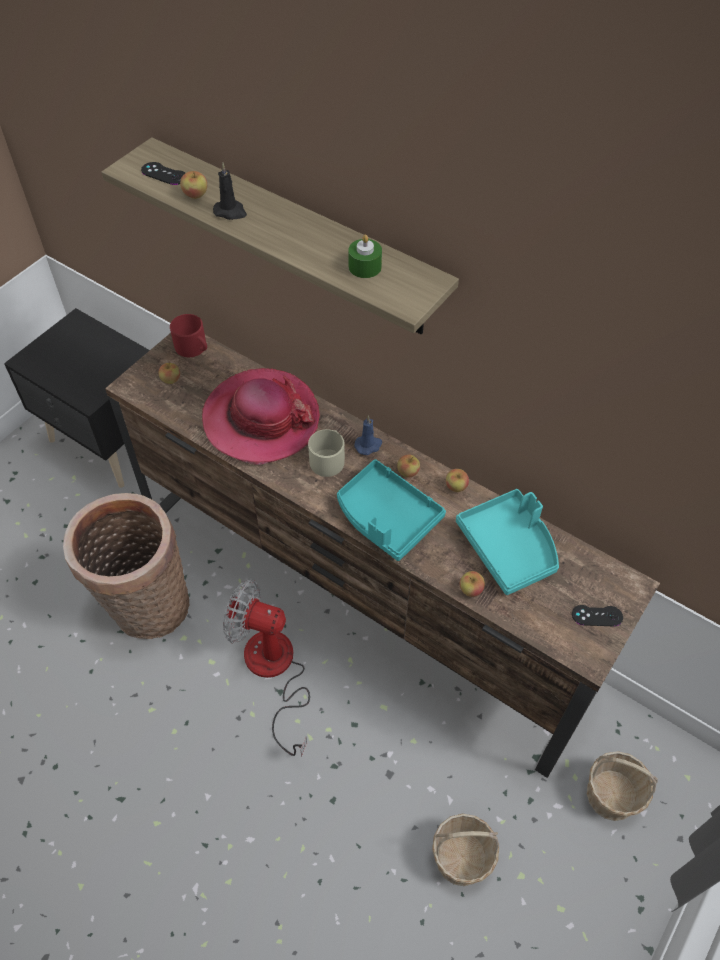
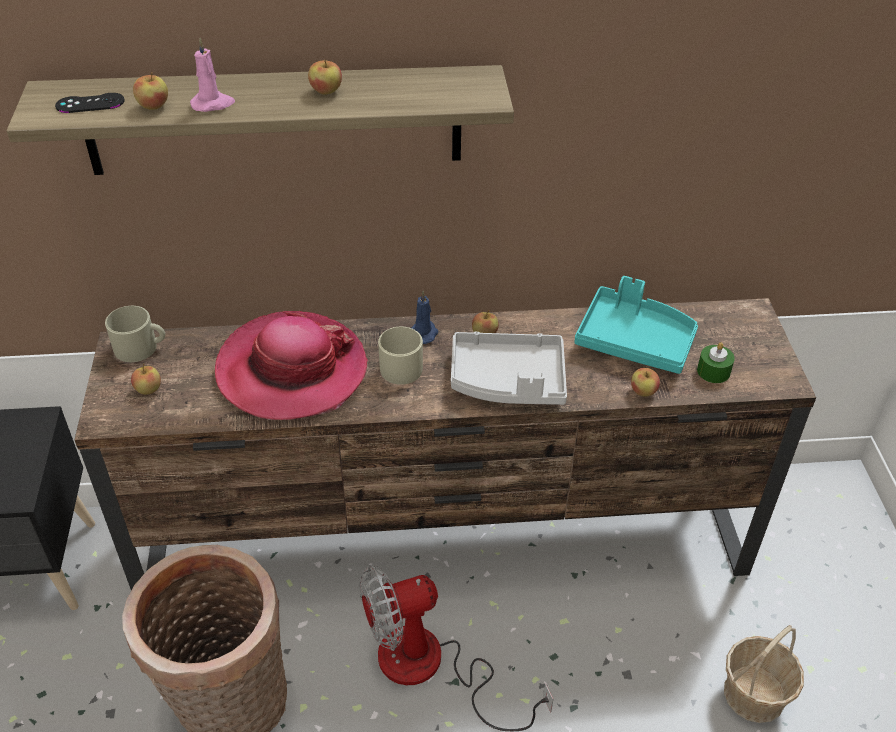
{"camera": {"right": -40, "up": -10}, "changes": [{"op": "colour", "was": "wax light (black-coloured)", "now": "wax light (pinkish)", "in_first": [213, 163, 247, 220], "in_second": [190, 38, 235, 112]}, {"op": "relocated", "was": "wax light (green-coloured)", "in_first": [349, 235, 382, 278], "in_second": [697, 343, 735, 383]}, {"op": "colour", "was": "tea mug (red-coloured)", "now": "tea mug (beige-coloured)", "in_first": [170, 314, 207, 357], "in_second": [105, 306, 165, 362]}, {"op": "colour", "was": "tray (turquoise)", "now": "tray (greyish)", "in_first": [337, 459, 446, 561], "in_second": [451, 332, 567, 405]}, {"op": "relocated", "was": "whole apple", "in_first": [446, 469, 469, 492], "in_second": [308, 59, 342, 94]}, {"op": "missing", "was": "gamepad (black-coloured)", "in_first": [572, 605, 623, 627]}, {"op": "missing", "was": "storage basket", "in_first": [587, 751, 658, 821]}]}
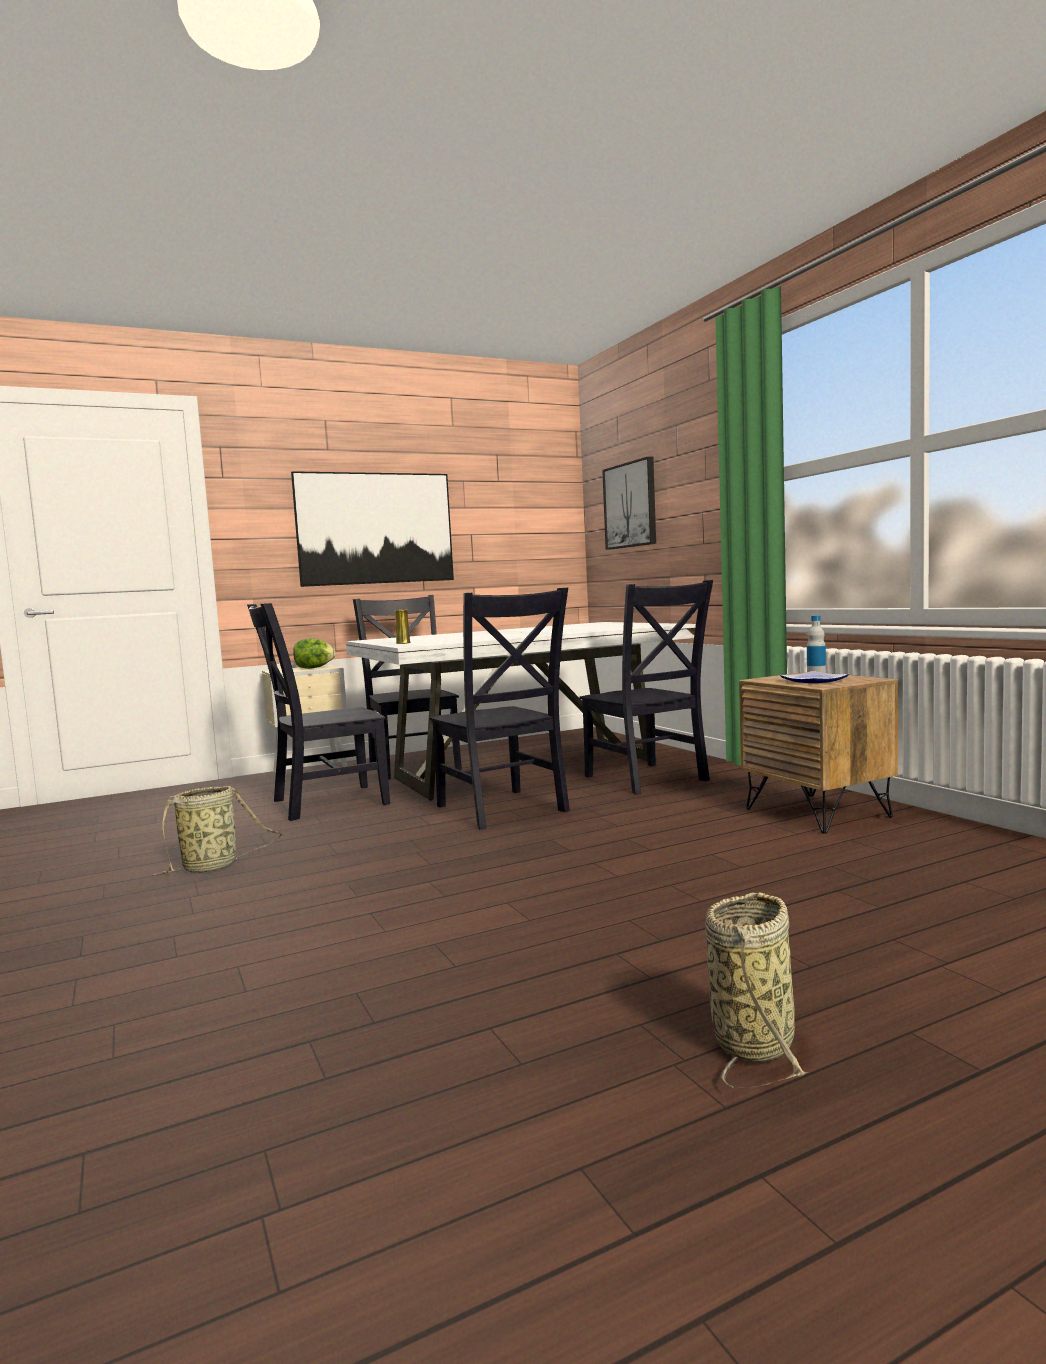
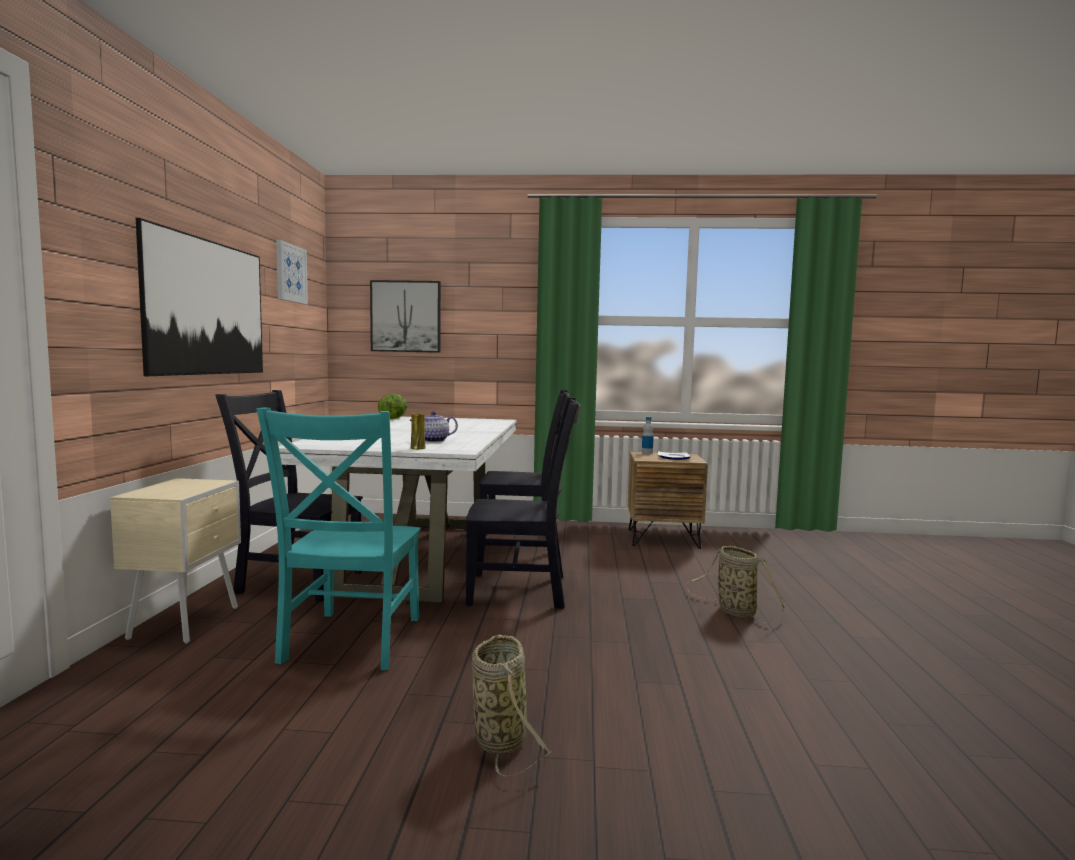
{"camera": {"right": -60, "up": 0}, "changes": [{"op": "colour", "was": "plain chair (black-coloured)", "now": "plain chair (turquoise)", "in_first": [247, 603, 390, 821], "in_second": [256, 408, 421, 670]}, {"op": "relocated", "was": "lettuce", "in_first": [293, 638, 336, 669], "in_second": [378, 394, 407, 419]}, {"op": "relocated", "was": "storage basket", "in_first": [705, 892, 809, 1088], "in_second": [687, 546, 785, 623]}, {"op": "appeared", "now": "wall art", "in_second": [276, 240, 308, 304]}, {"op": "appeared", "now": "tea pot", "in_second": [410, 411, 458, 442]}]}
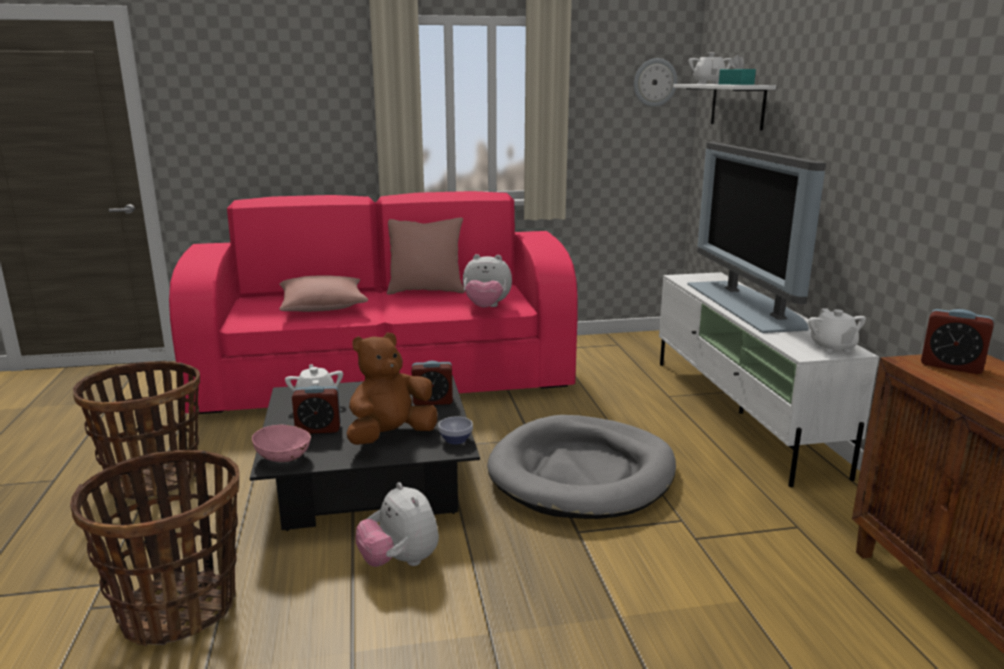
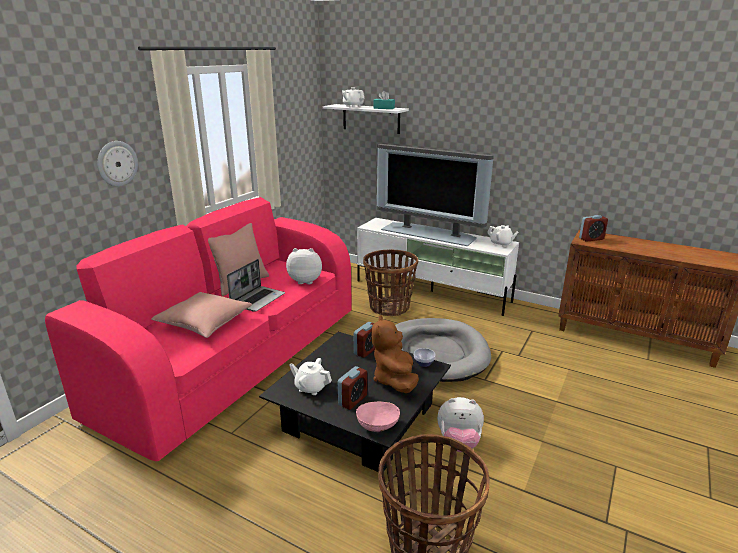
{"camera": {"right": -50, "up": 5}, "changes": [{"op": "relocated", "was": "clock on the wall", "in_first": [634, 58, 677, 107], "in_second": [97, 141, 138, 187]}, {"op": "spun", "was": "plush toy", "in_first": [463, 254, 512, 308], "in_second": [286, 248, 322, 284], "clockwise": -135}, {"op": "relocated", "was": "storage basket", "in_first": [73, 361, 200, 500], "in_second": [363, 249, 418, 316]}, {"op": "appeared", "now": "laptop", "in_second": [227, 259, 285, 311]}]}
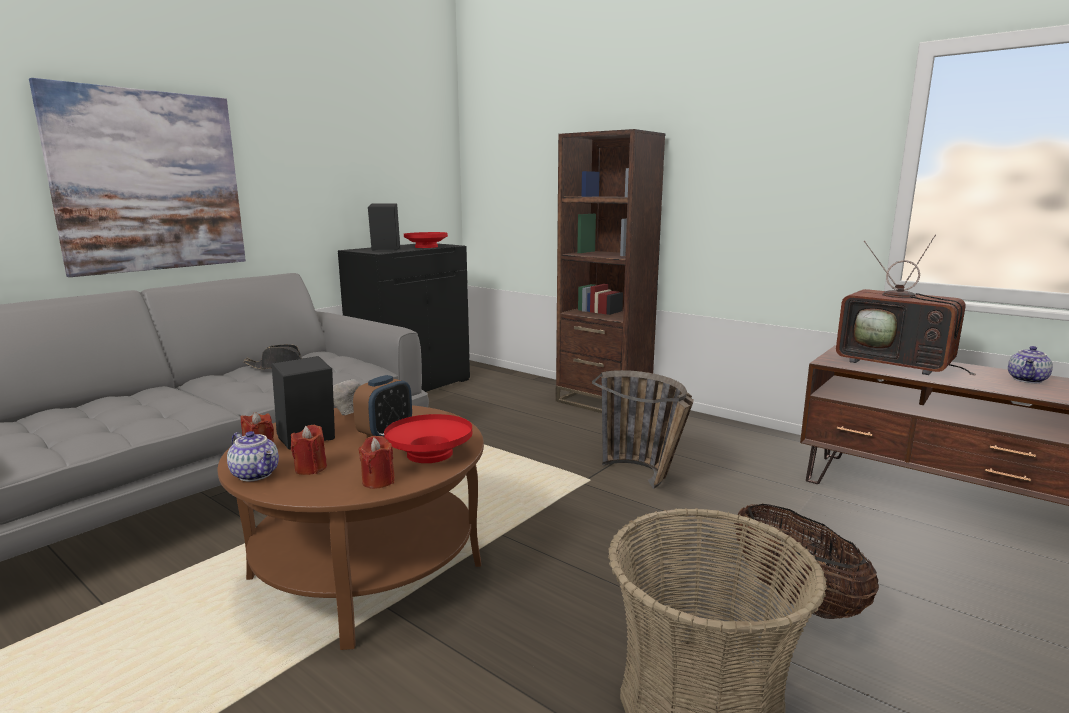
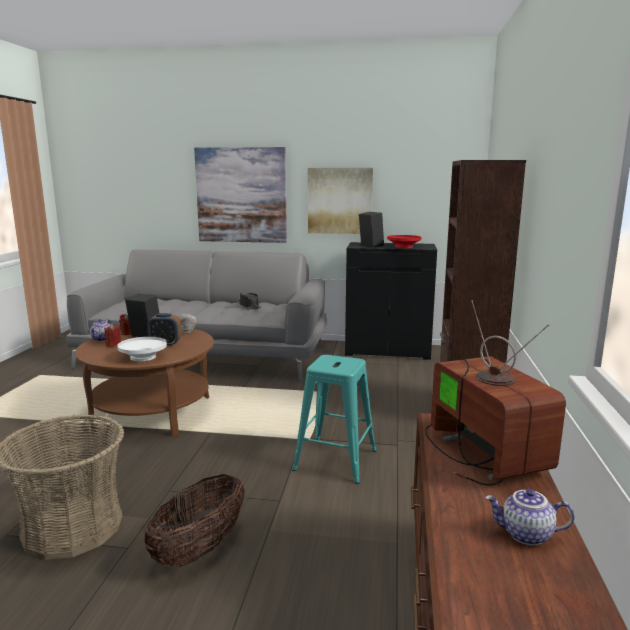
{"camera": {"right": 60, "up": 0}, "changes": [{"op": "spun", "was": "TV set", "in_first": [836, 234, 976, 375], "in_second": [425, 300, 566, 485], "clockwise": 150}, {"op": "exchanged", "was": "storage basket", "now": "stool (turquoise)", "in_first": [592, 370, 694, 489], "in_second": [292, 355, 377, 484]}, {"op": "colour", "was": "deep dish (red-coloured)", "now": "deep dish (white-coloured)", "in_first": [384, 414, 472, 463], "in_second": [117, 337, 167, 361]}, {"op": "missing", "was": "wax light (red-coloured)", "in_first": [358, 436, 395, 489]}, {"op": "appeared", "now": "wall art", "in_second": [308, 168, 373, 234]}]}
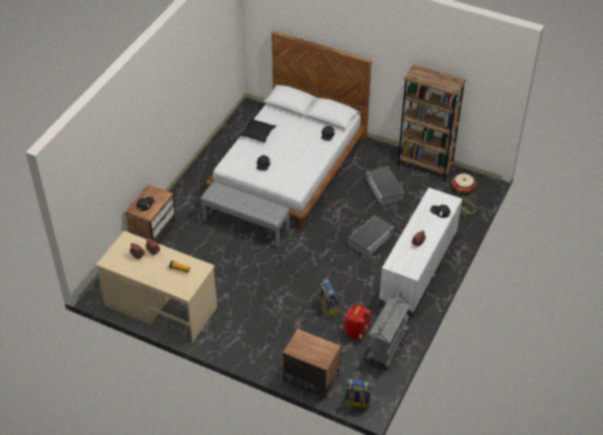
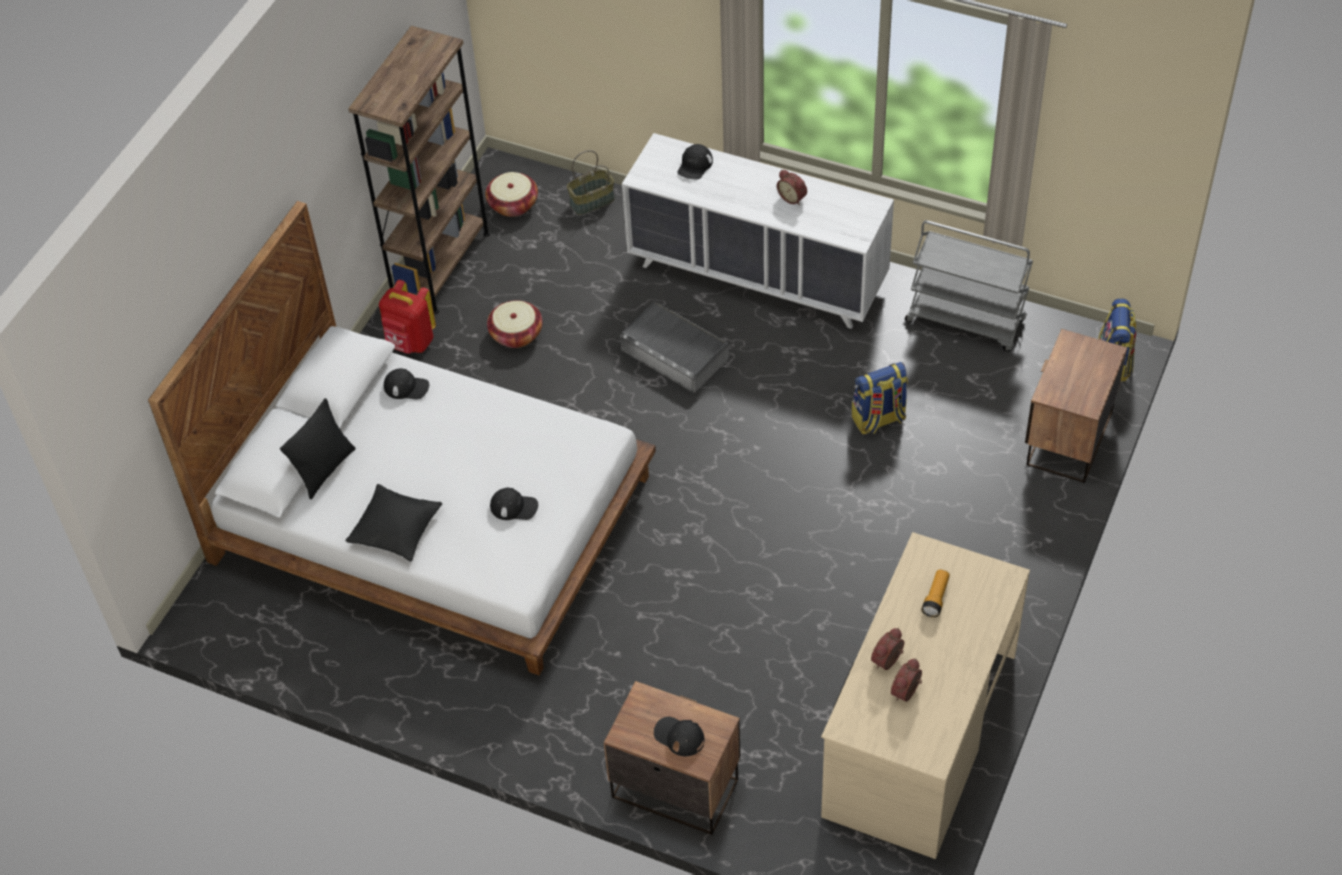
{"camera": {"right": -90, "up": 5}, "changes": [{"op": "exchanged", "was": "storage bin (greyish)", "now": "storage basket", "in_first": [366, 166, 404, 205], "in_second": [487, 300, 543, 348]}, {"op": "missing", "was": "bench (greyish)", "in_first": [200, 182, 290, 247]}, {"op": "relocated", "was": "backpack (red-coloured)", "in_first": [344, 305, 371, 339], "in_second": [379, 280, 436, 354]}, {"op": "appeared", "now": "throw pillow (black-coloured)", "in_second": [280, 398, 356, 499]}]}
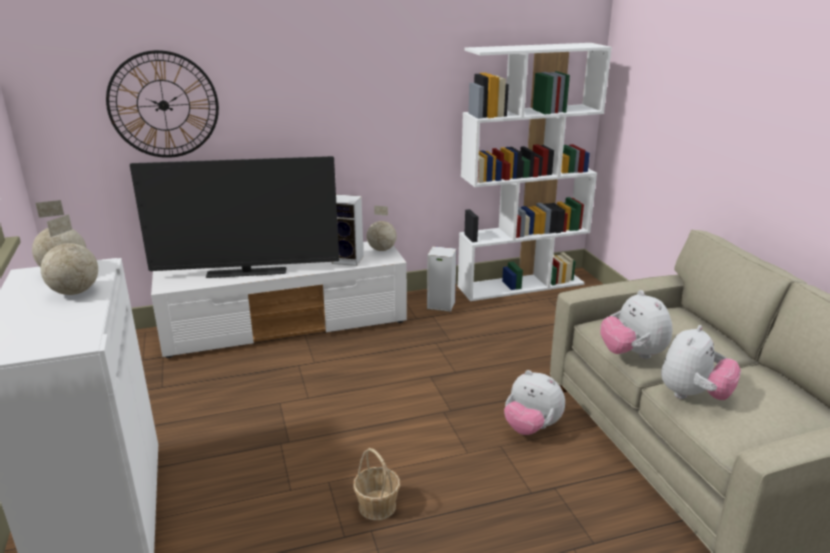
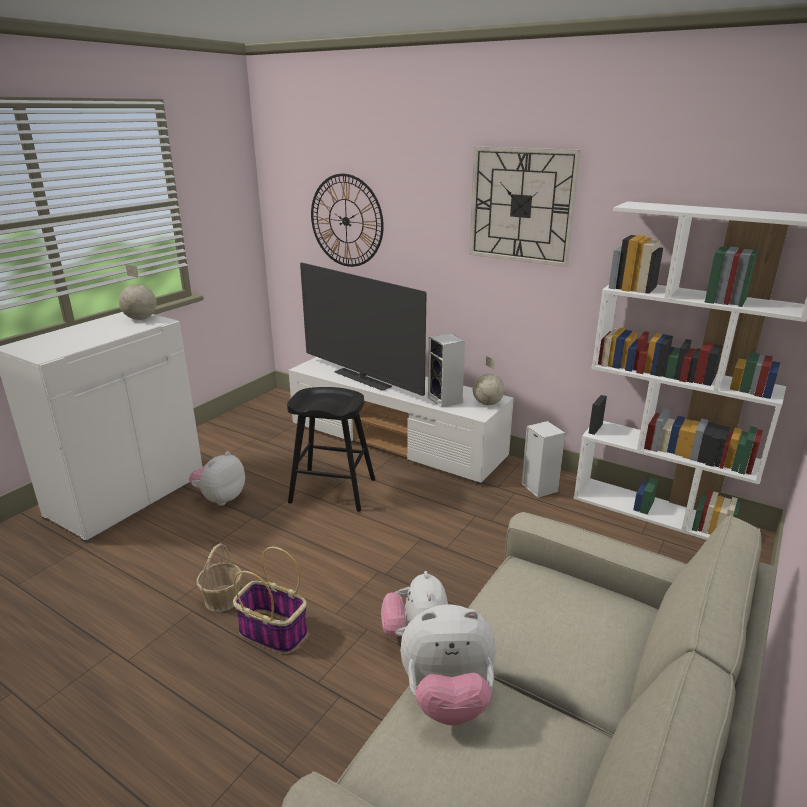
{"camera": {"right": 50, "up": 0}, "changes": [{"op": "missing", "was": "globe", "in_first": [41, 214, 98, 295]}, {"op": "relocated", "was": "plush toy", "in_first": [600, 290, 672, 359], "in_second": [189, 451, 245, 506]}, {"op": "appeared", "now": "clock on the wall", "in_second": [469, 146, 581, 267]}, {"op": "appeared", "now": "stool (black-coloured)", "in_second": [287, 387, 375, 512]}, {"op": "appeared", "now": "storage basket", "in_second": [233, 547, 307, 654]}]}
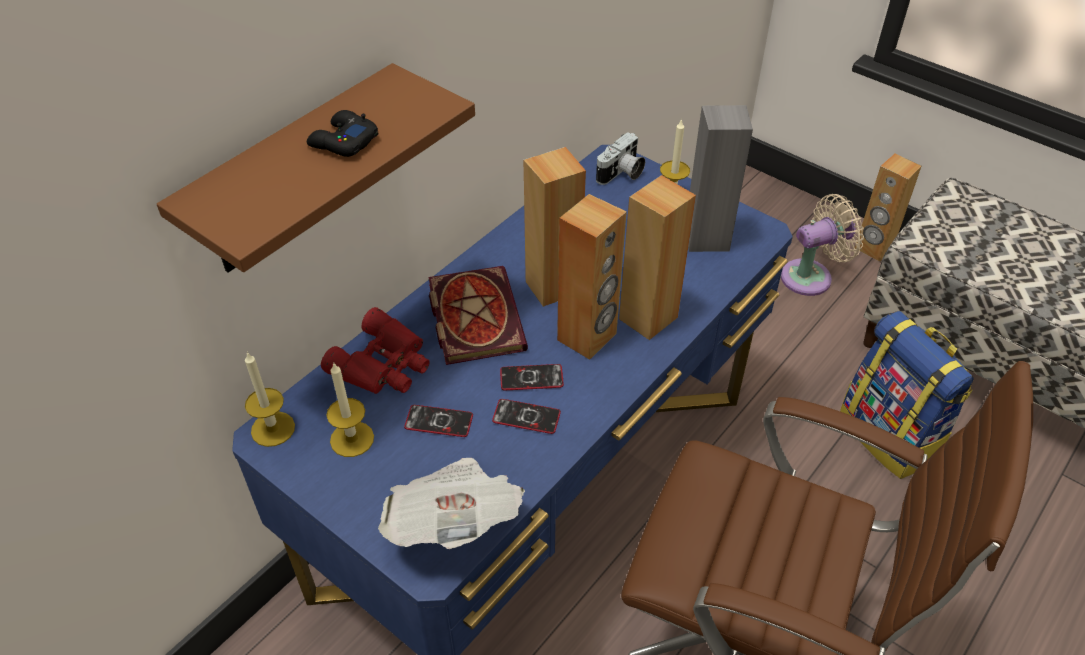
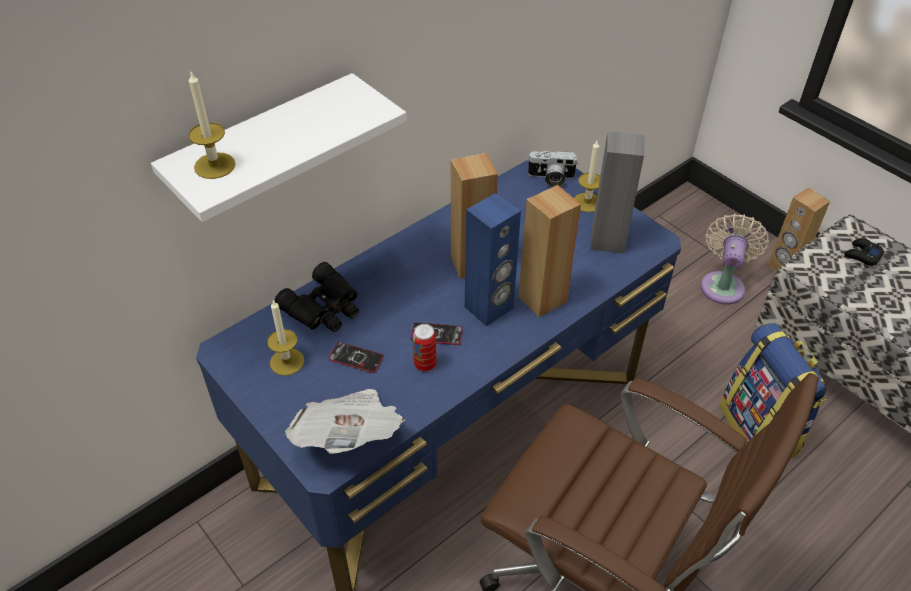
{"camera": {"right": 10, "up": 0}, "changes": [{"op": "colour", "was": "shelf (brown-coloured)", "now": "shelf (white-coloured)", "in_first": [157, 63, 475, 272], "in_second": [151, 73, 407, 222]}, {"op": "relocated", "was": "gamepad (black-coloured)", "in_first": [307, 110, 378, 157], "in_second": [844, 238, 885, 266]}, {"op": "spun", "was": "photo camera", "in_first": [596, 132, 645, 185], "in_second": [527, 151, 577, 187], "clockwise": 45}, {"op": "colour", "was": "loudspeaker (brown-coloured)", "now": "loudspeaker (blue)", "in_first": [557, 194, 627, 360], "in_second": [465, 193, 521, 326]}, {"op": "spun", "was": "electric fan (beige-coloured)", "in_first": [781, 194, 864, 296], "in_second": [701, 213, 769, 305], "clockwise": -60}, {"op": "missing", "was": "volume", "in_first": [428, 266, 528, 365]}, {"op": "colour", "was": "binoculars (red-coloured)", "now": "binoculars (black-coloured)", "in_first": [321, 307, 430, 394], "in_second": [274, 262, 359, 332]}, {"op": "relocated", "was": "wax light", "in_first": [245, 352, 295, 447], "in_second": [188, 72, 236, 179]}, {"op": "exchanged", "was": "handset", "now": "metal can", "in_first": [492, 399, 561, 434], "in_second": [413, 324, 437, 372]}]}
